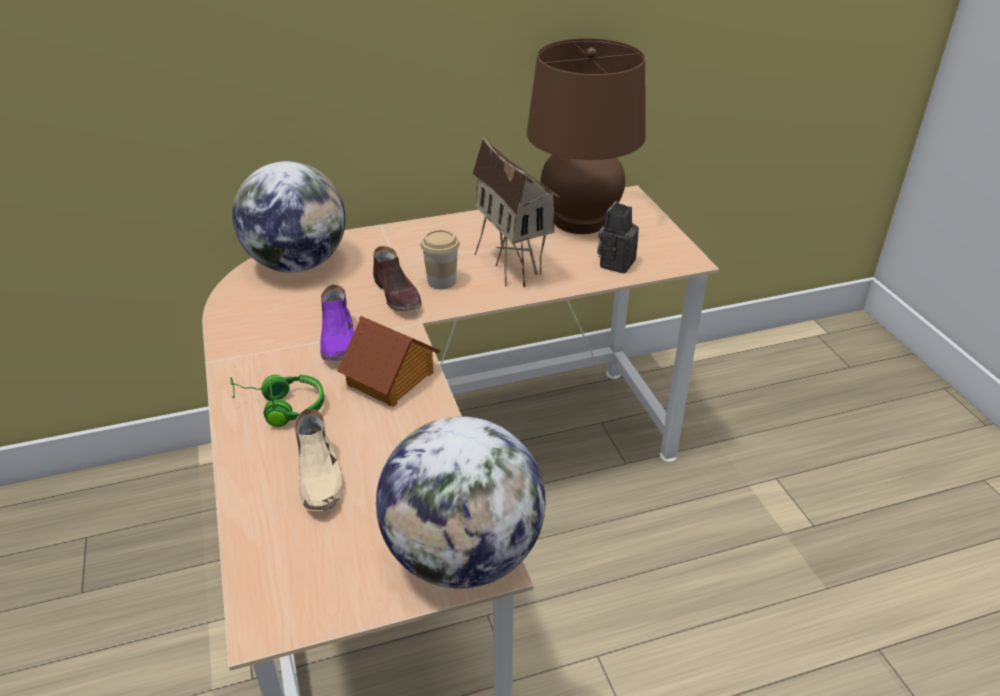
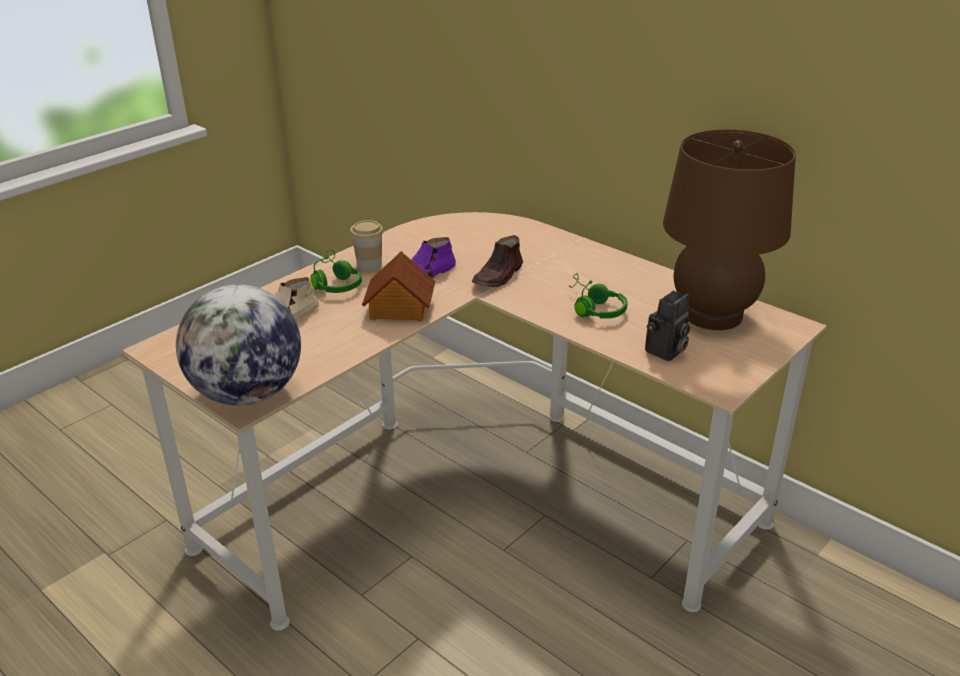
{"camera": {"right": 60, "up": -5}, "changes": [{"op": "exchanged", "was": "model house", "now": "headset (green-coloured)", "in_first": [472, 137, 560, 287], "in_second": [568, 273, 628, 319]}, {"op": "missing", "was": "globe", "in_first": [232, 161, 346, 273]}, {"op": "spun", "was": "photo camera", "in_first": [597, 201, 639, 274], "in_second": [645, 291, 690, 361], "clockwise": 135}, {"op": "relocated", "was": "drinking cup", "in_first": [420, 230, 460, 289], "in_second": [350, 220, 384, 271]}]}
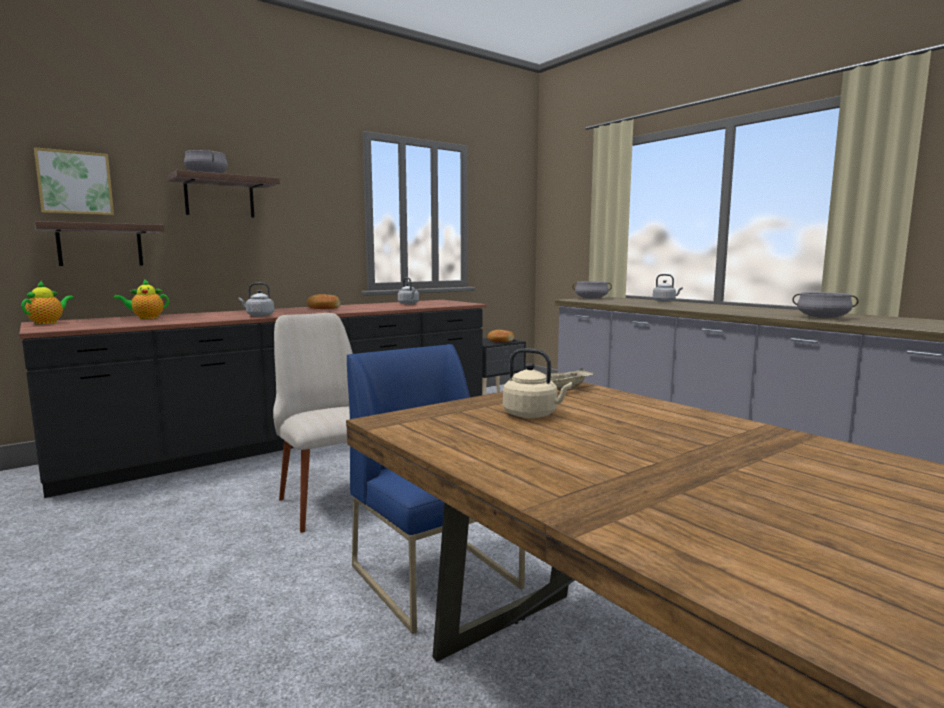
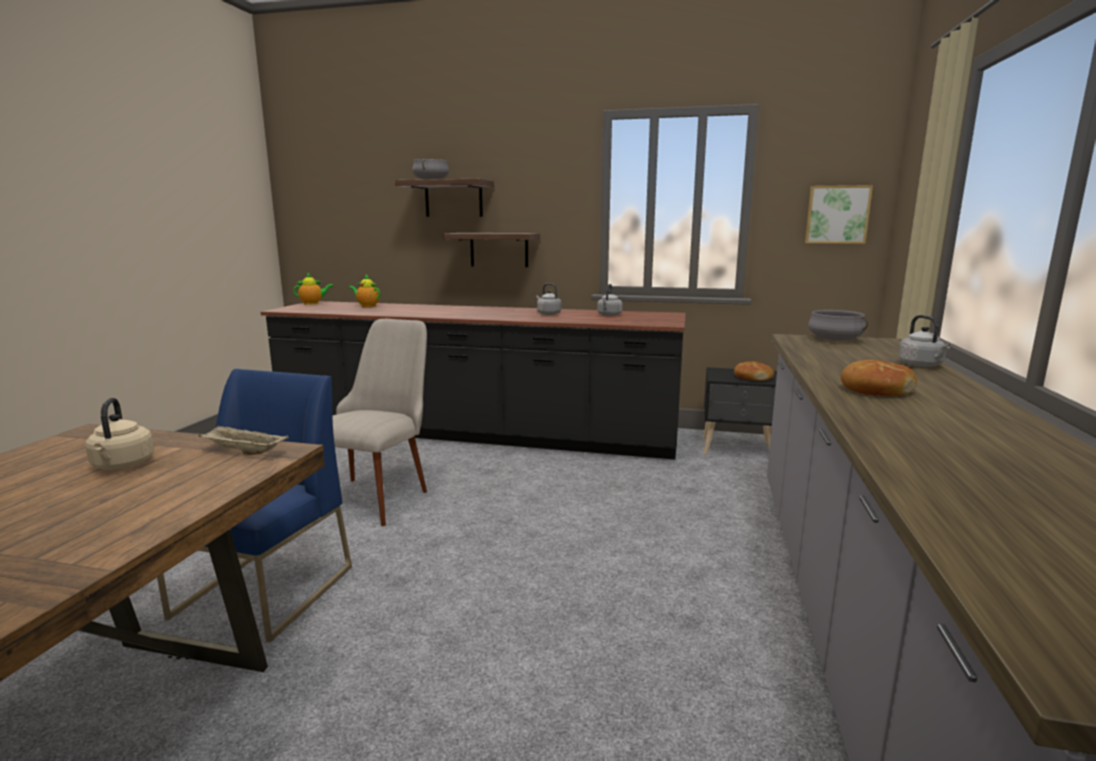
{"camera": {"right": 50, "up": 5}, "changes": [{"op": "relocated", "was": "wall art", "in_first": [34, 147, 114, 215], "in_second": [805, 185, 873, 244]}, {"op": "relocated", "was": "shelf", "in_first": [35, 221, 165, 266], "in_second": [443, 233, 540, 267]}, {"op": "relocated", "was": "water kettle (greyish)", "in_first": [238, 283, 274, 316], "in_second": [536, 283, 561, 315]}, {"op": "missing", "was": "saucepot (greyish)", "in_first": [792, 292, 859, 318]}, {"op": "relocated", "was": "bread", "in_first": [307, 294, 341, 309], "in_second": [841, 360, 917, 396]}]}
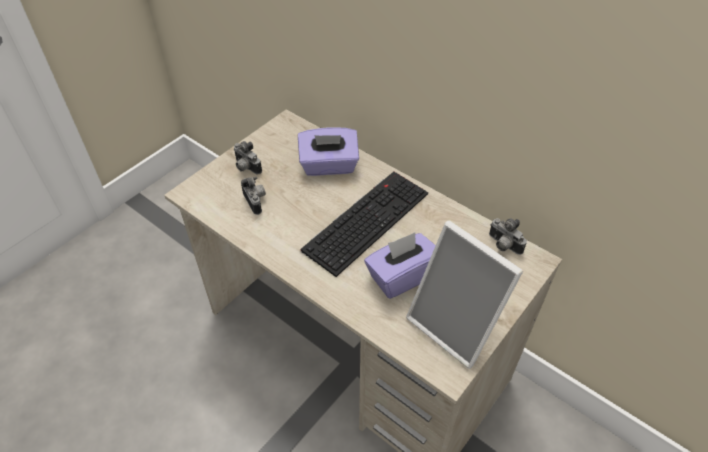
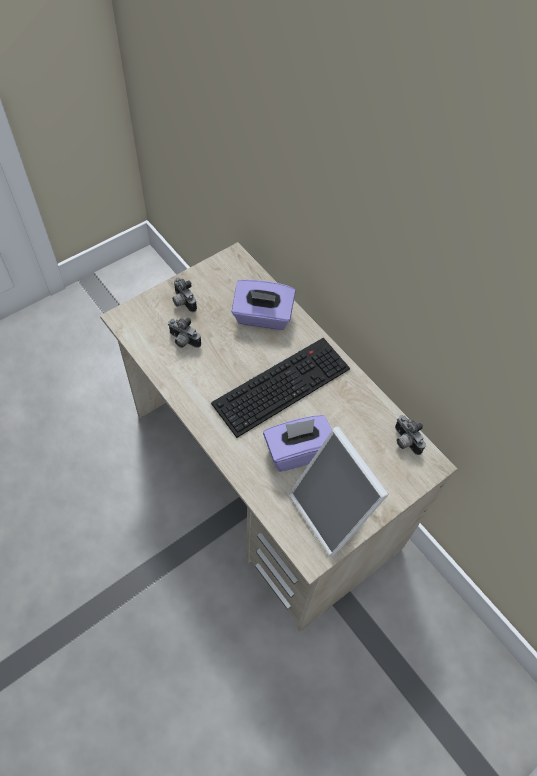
{"camera": {"right": 10, "up": 10}, "changes": [{"op": "spun", "was": "photo camera", "in_first": [241, 177, 266, 215], "in_second": [168, 317, 201, 348], "clockwise": 135}]}
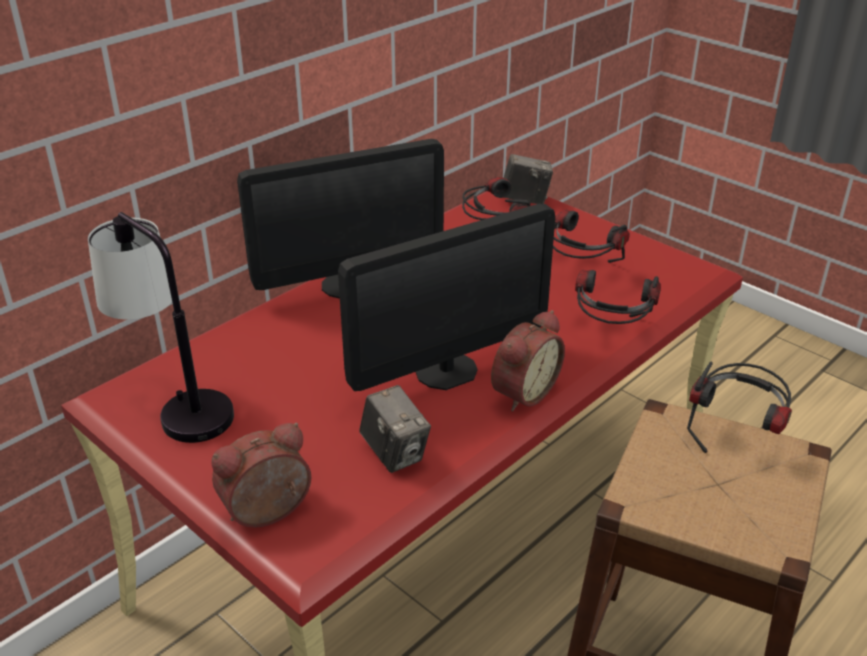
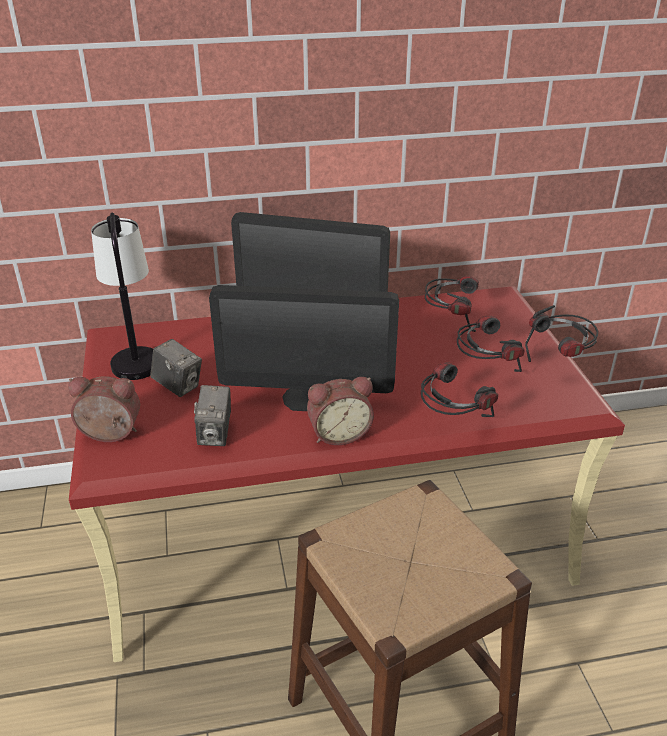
{"camera": {"right": 35, "up": 0}, "changes": [{"op": "relocated", "was": "photo camera", "in_first": [504, 154, 553, 204], "in_second": [150, 339, 202, 397]}, {"op": "relocated", "was": "headset", "in_first": [687, 362, 792, 453], "in_second": [525, 305, 598, 362]}]}
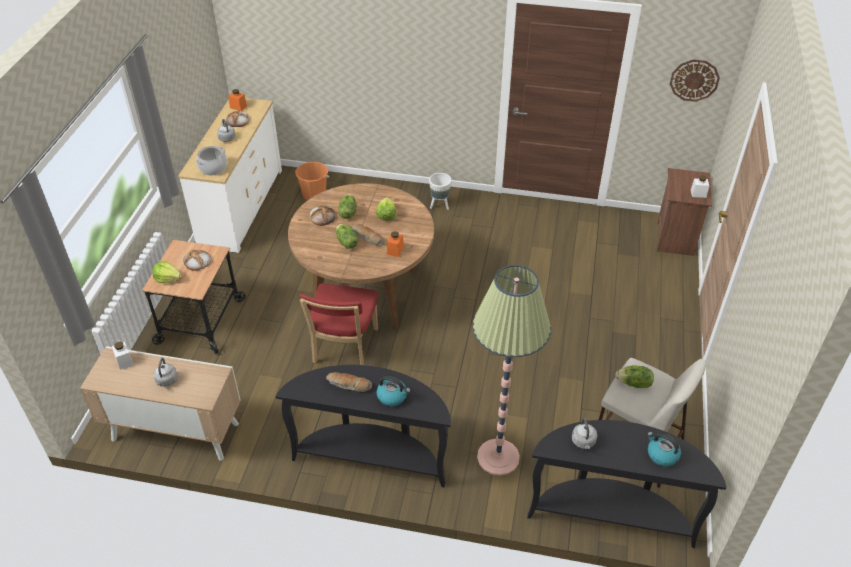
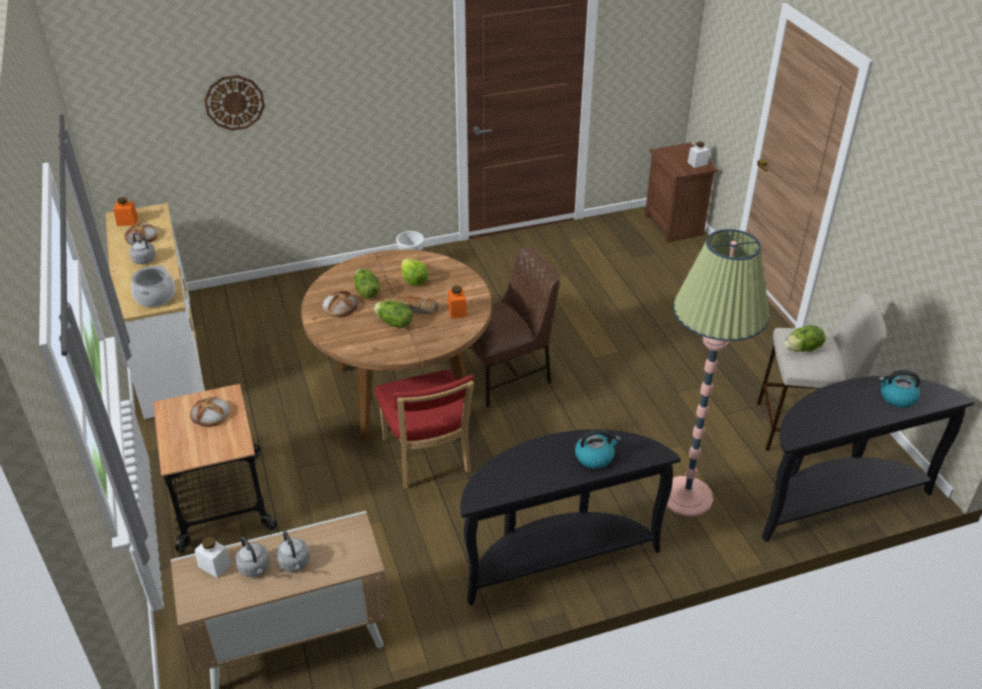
{"camera": {"right": -30, "up": -5}, "changes": [{"op": "relocated", "was": "clock on the wall", "in_first": [670, 59, 720, 102], "in_second": [204, 75, 265, 131]}, {"op": "missing", "was": "pail (orange)", "in_first": [295, 162, 329, 201]}, {"op": "missing", "was": "lettuce", "in_first": [152, 261, 182, 283]}, {"op": "missing", "was": "bread", "in_first": [326, 372, 372, 392]}, {"op": "relocated", "was": "water kettle (greyish)", "in_first": [572, 418, 597, 449], "in_second": [235, 537, 270, 577]}, {"op": "appeared", "now": "plain chair (brown-coloured)", "in_second": [467, 246, 560, 408]}]}
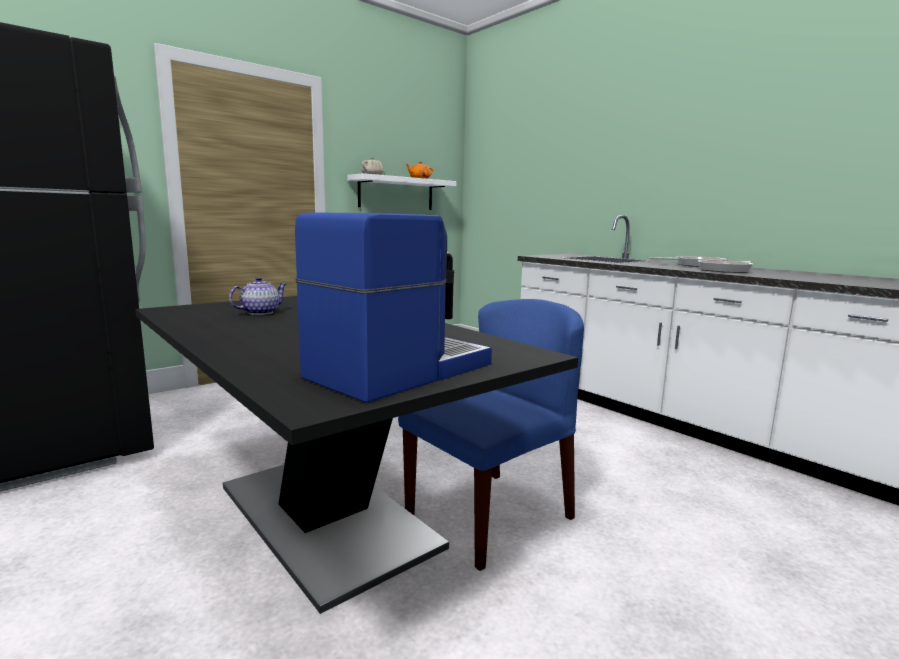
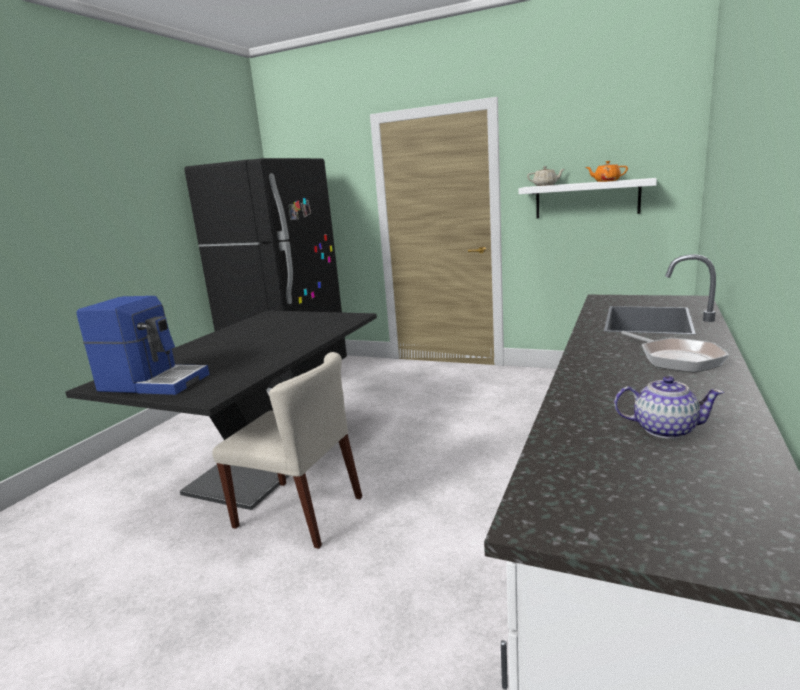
{"camera": {"right": 65, "up": 5}, "changes": [{"op": "missing", "was": "skillet", "in_first": [698, 260, 753, 273]}, {"op": "relocated", "was": "tea pot", "in_first": [229, 277, 287, 315], "in_second": [614, 376, 724, 439]}, {"op": "colour", "was": "plain chair (blue)", "now": "plain chair (beige-coloured)", "in_first": [398, 299, 584, 571], "in_second": [212, 352, 362, 549]}]}
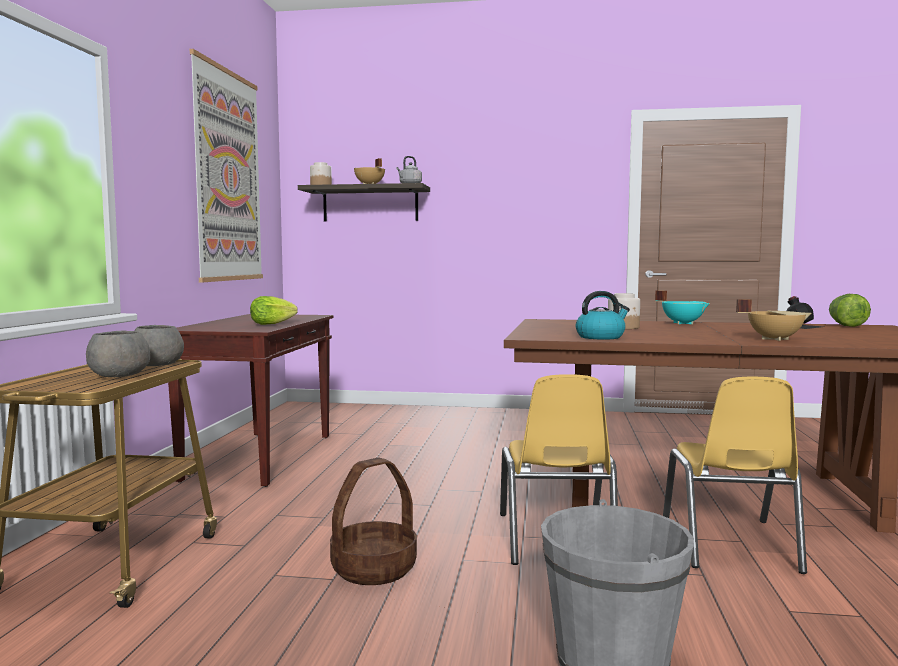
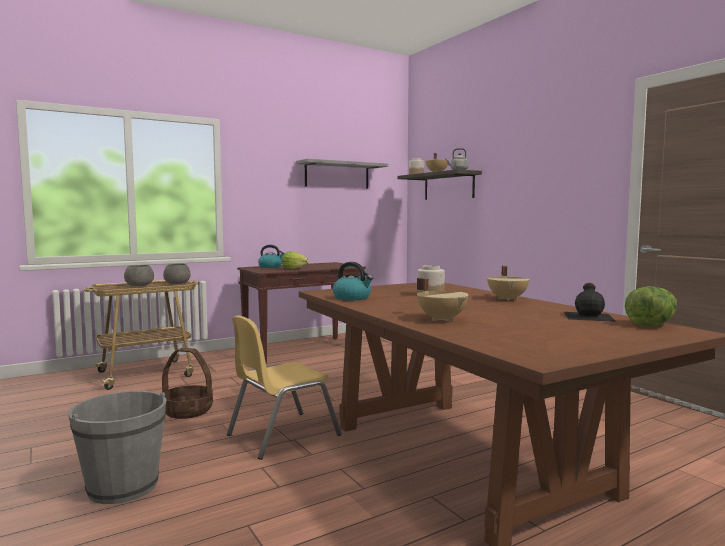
{"camera": {"right": 50, "up": 0}, "changes": [{"op": "exchanged", "was": "wall art", "now": "shelf (greyish)", "in_first": [190, 49, 263, 282], "in_second": [296, 159, 388, 189]}, {"op": "colour", "was": "saucepot (turquoise)", "now": "saucepot (beige-coloured)", "in_first": [655, 290, 710, 324], "in_second": [487, 266, 530, 301]}, {"op": "missing", "was": "plain chair (yellow)", "in_first": [663, 377, 807, 574]}, {"op": "appeared", "now": "water kettle", "in_second": [258, 245, 285, 268]}]}
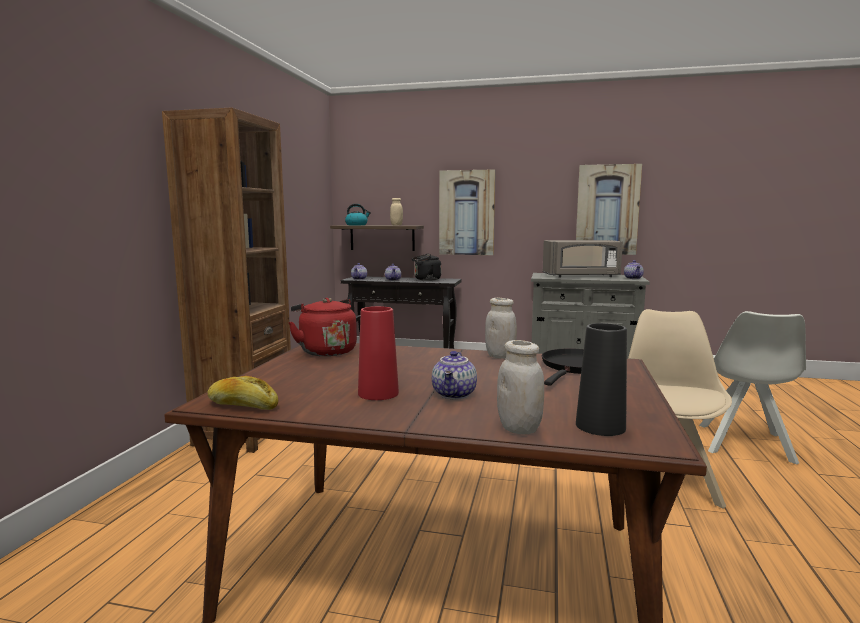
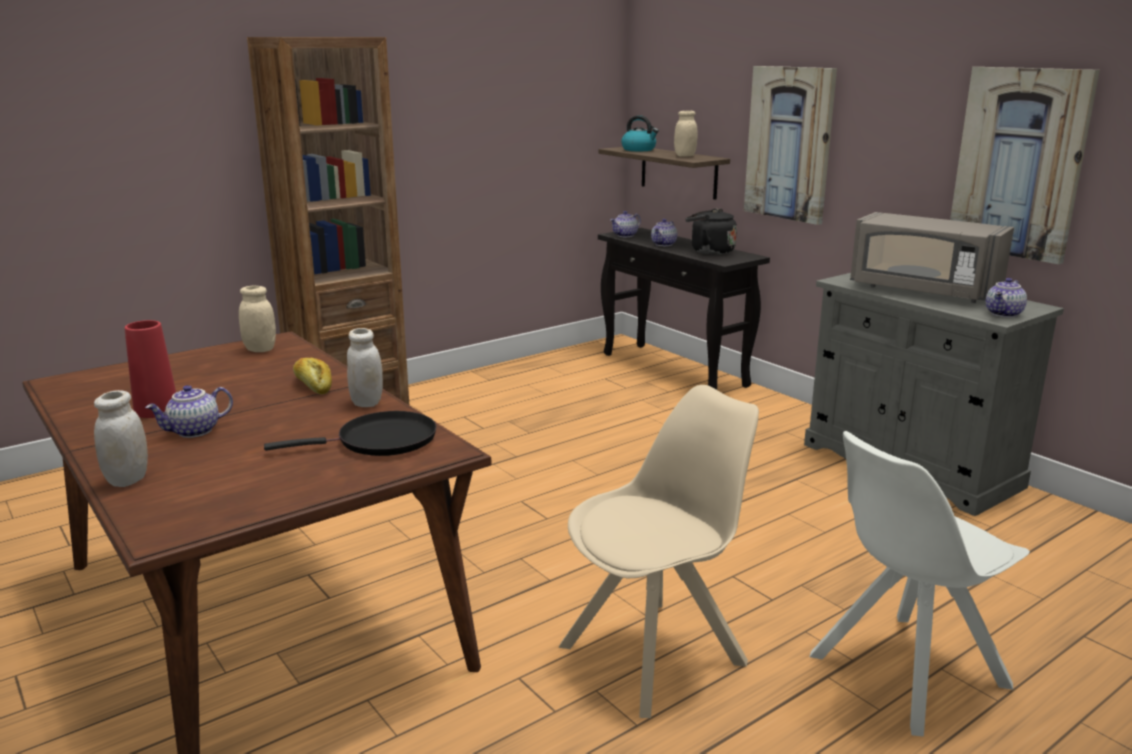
{"camera": {"right": 40, "up": 10}, "changes": [{"op": "exchanged", "was": "water kettle (red-coloured)", "now": "jar (beige-coloured)", "in_first": [288, 298, 357, 356], "in_second": [239, 286, 276, 352]}, {"op": "missing", "was": "decorative vase (black-coloured)", "in_first": [576, 323, 627, 436]}, {"op": "relocated", "was": "bread", "in_first": [208, 376, 278, 410], "in_second": [293, 358, 332, 394]}]}
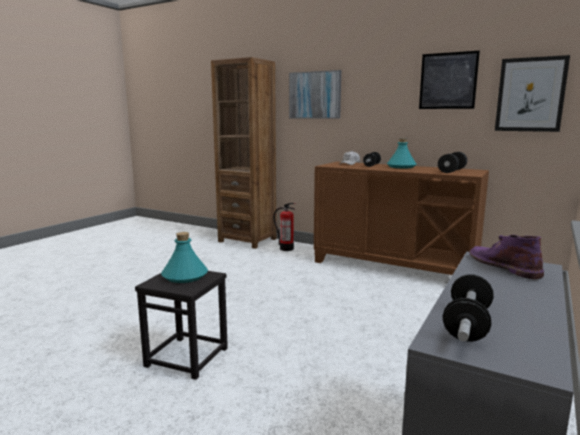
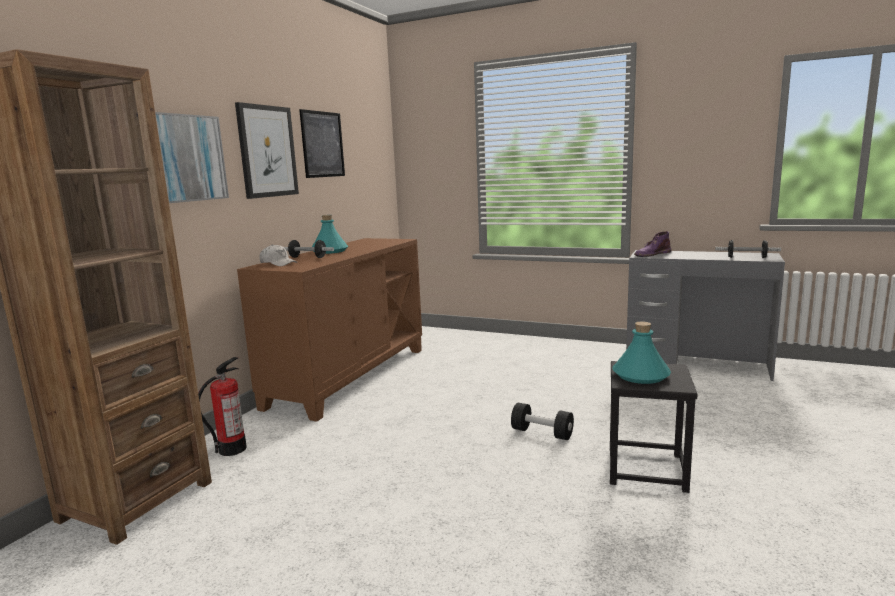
{"camera": {"right": -95, "up": 0}, "changes": [{"op": "relocated", "was": "wall art", "in_first": [495, 55, 570, 132], "in_second": [235, 102, 299, 199]}, {"op": "relocated", "was": "dumbbell (black-coloured)", "in_first": [438, 152, 467, 173], "in_second": [511, 403, 574, 440]}]}
